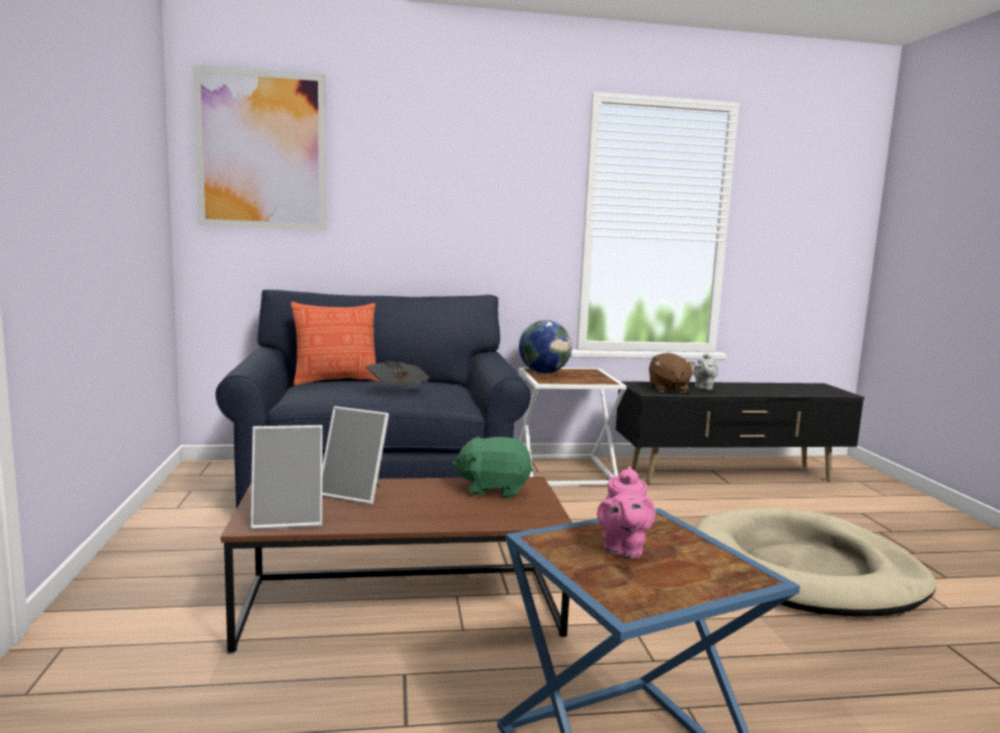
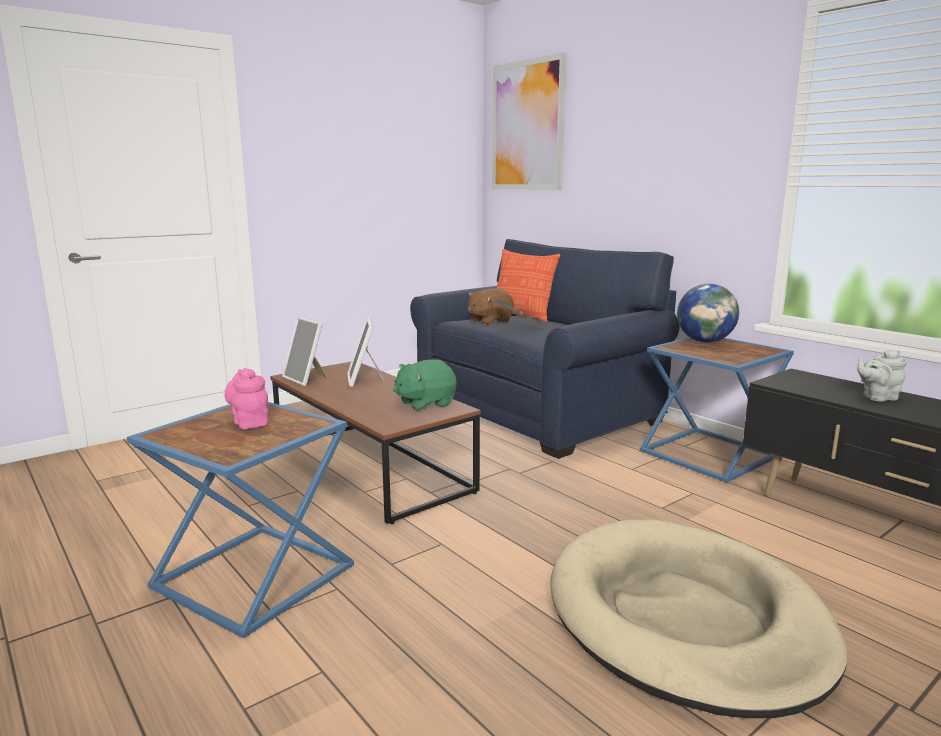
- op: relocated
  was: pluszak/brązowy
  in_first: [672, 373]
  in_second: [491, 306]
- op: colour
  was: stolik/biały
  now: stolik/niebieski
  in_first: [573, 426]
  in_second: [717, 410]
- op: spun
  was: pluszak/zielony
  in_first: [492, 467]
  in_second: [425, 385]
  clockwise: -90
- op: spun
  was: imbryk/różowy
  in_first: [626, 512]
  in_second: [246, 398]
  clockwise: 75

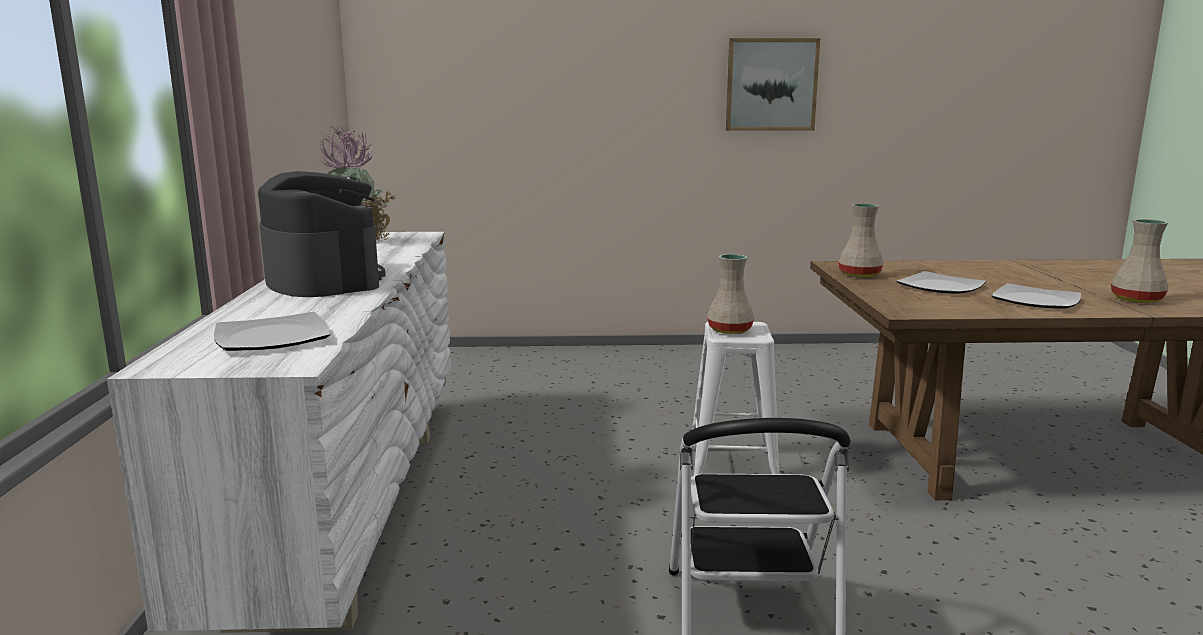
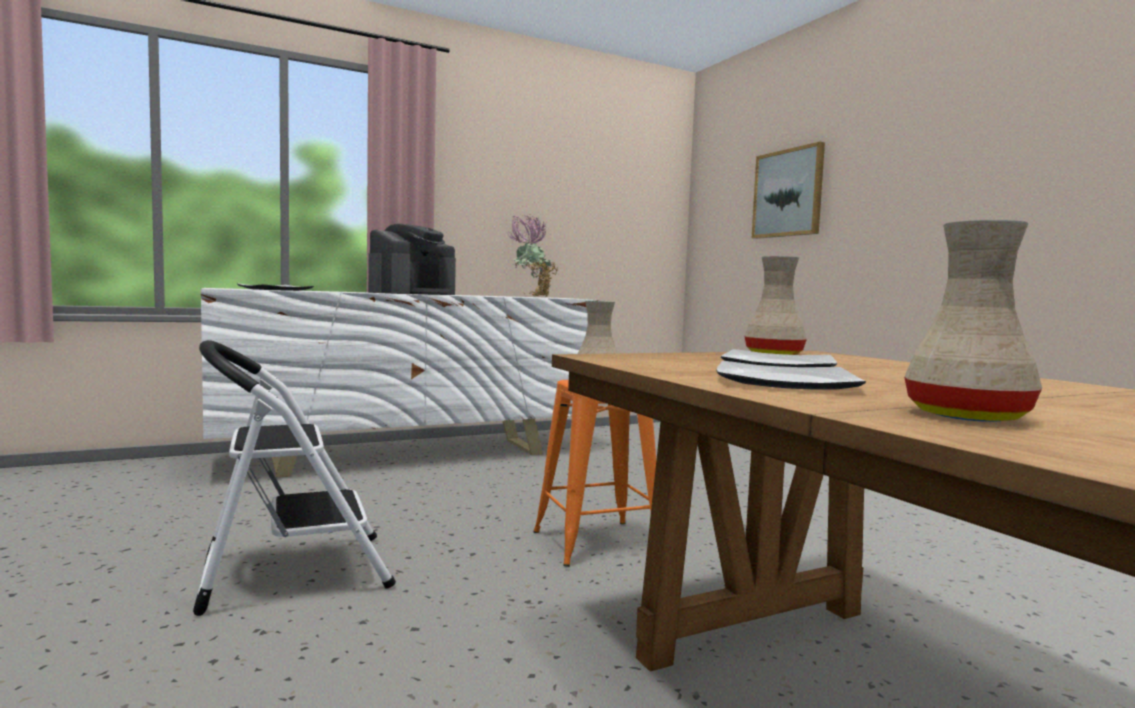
- op: relocated
  was: obraz
  in_first: [773, 84]
  in_second: [788, 190]
- op: colour
  was: stołek/biały
  now: stołek/pomarańczowy
  in_first: [734, 398]
  in_second: [594, 473]

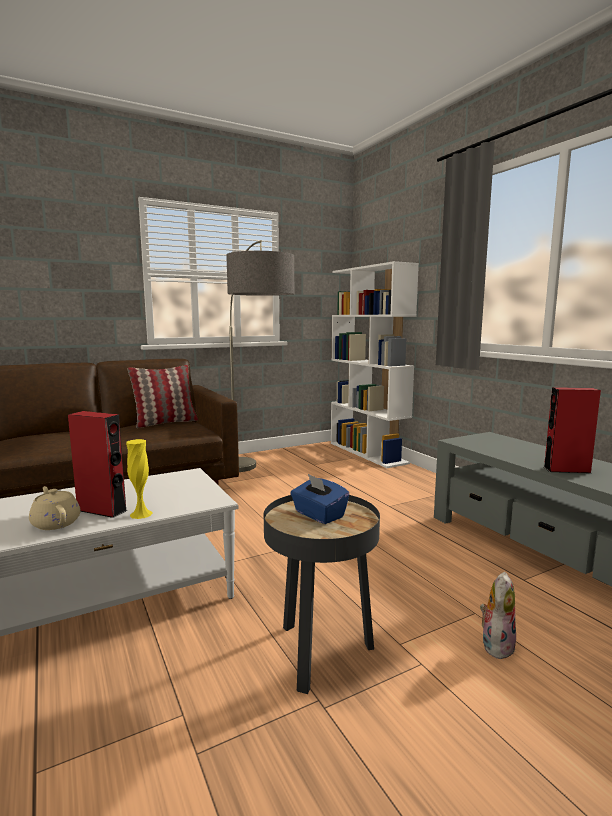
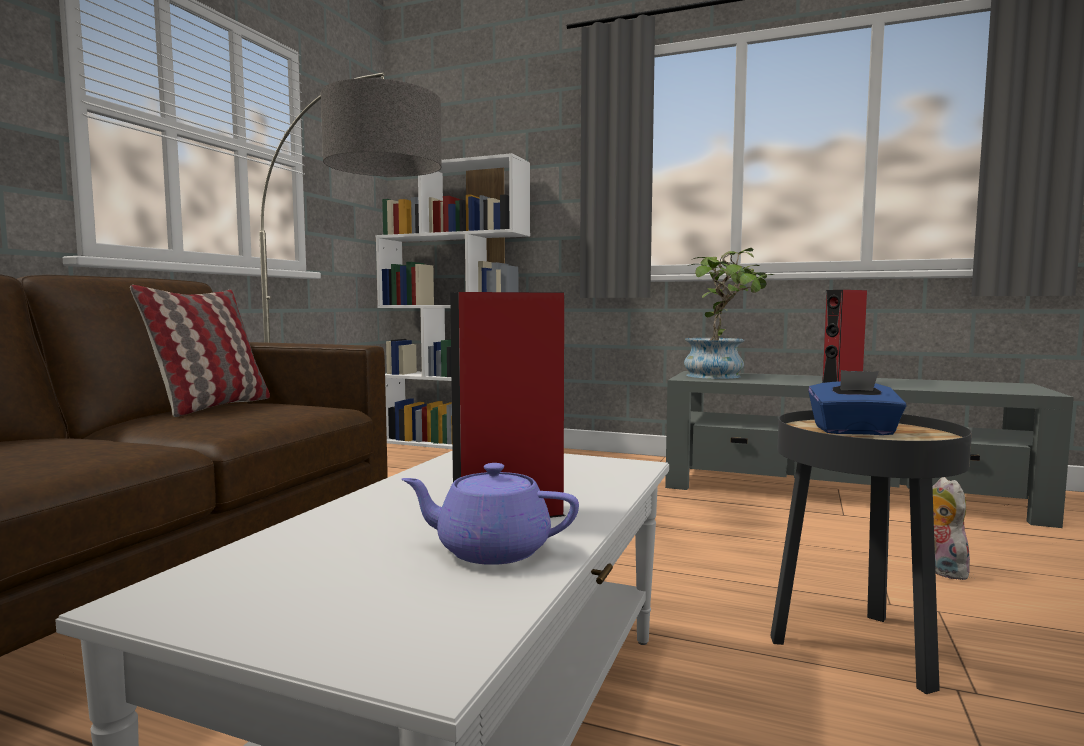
- op: missing
  was: wazon/żółty
  in_first: [139, 479]
- op: appeared
  now: roślina doniczkowa
  in_second: [729, 313]
- op: colour
  was: imbryk/beżowy
  now: imbryk/fioletowy
  in_first: [55, 508]
  in_second: [490, 514]

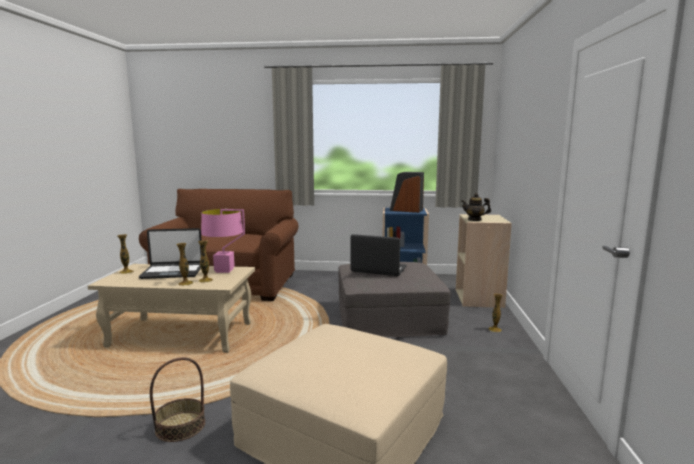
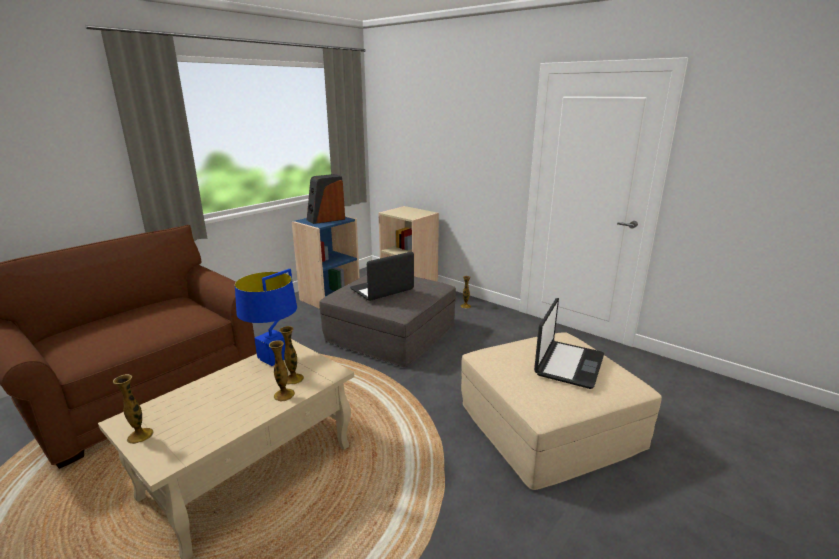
- op: missing
  was: koszyk
  in_first: [177, 399]
- op: missing
  was: imbryk
  in_first: [476, 207]
- op: relocated
  was: laptop
  in_first: [170, 253]
  in_second: [569, 343]
- op: colour
  was: lampa stołowa/różowy
  now: lampa stołowa/niebieski
  in_first: [223, 241]
  in_second: [266, 317]

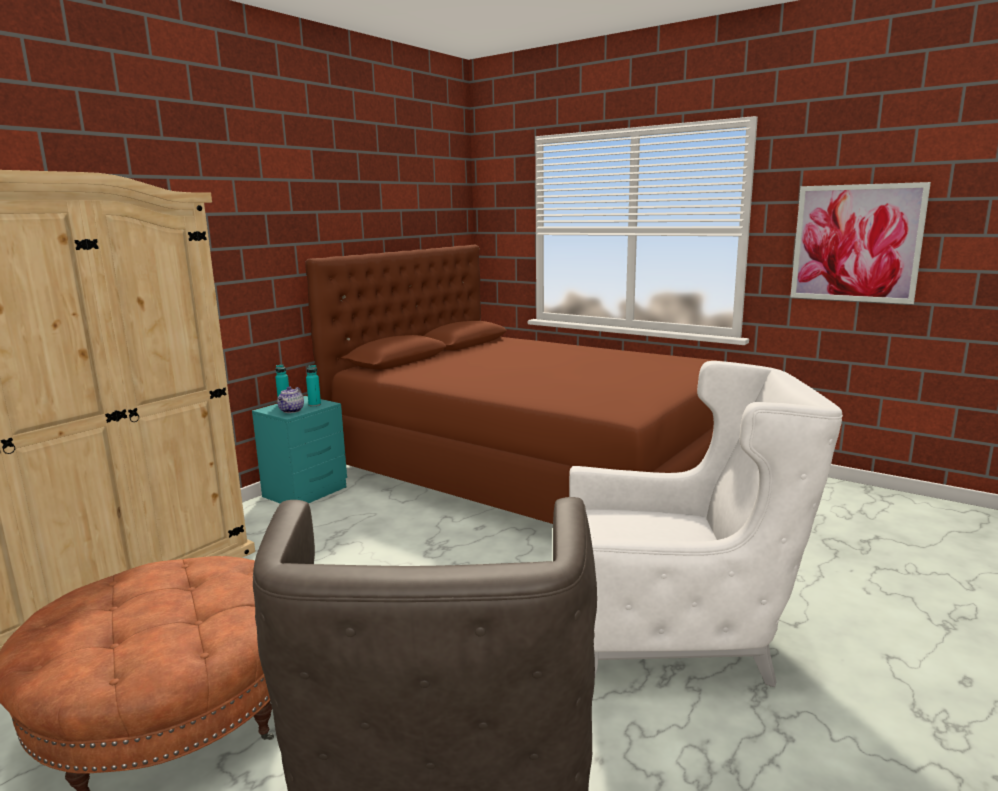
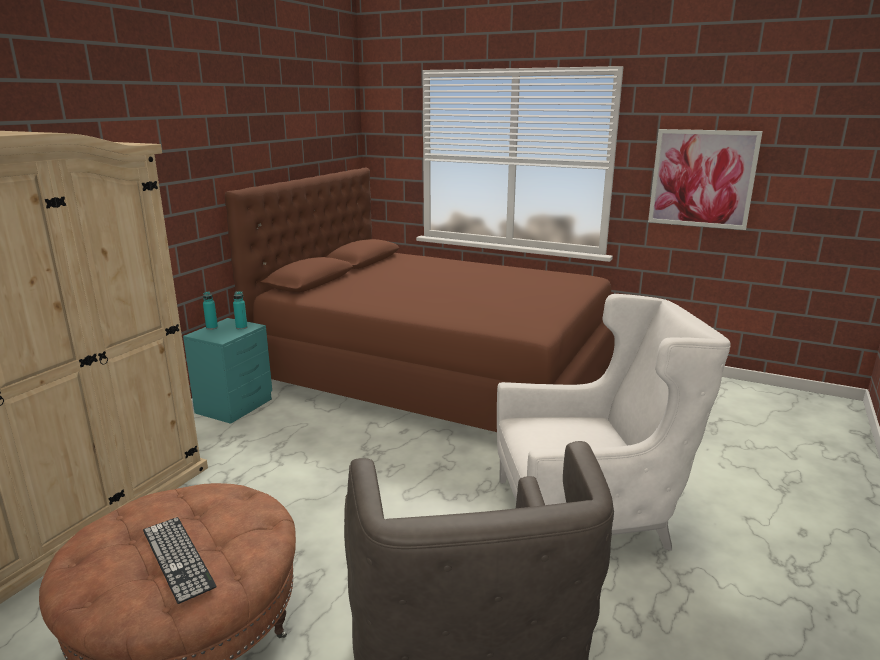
- op: missing
  was: imbryk
  in_first: [290, 400]
- op: appeared
  now: klawiatura
  in_second: [180, 560]

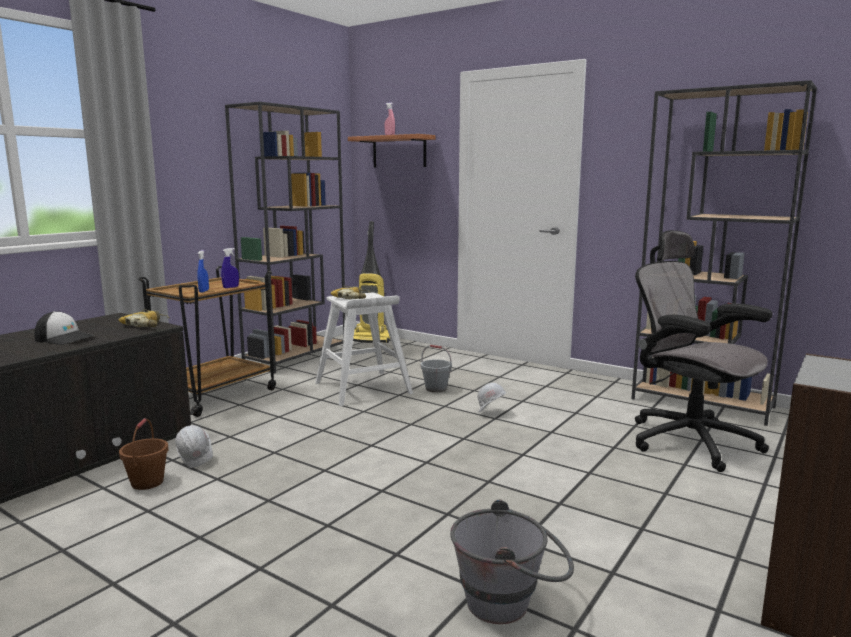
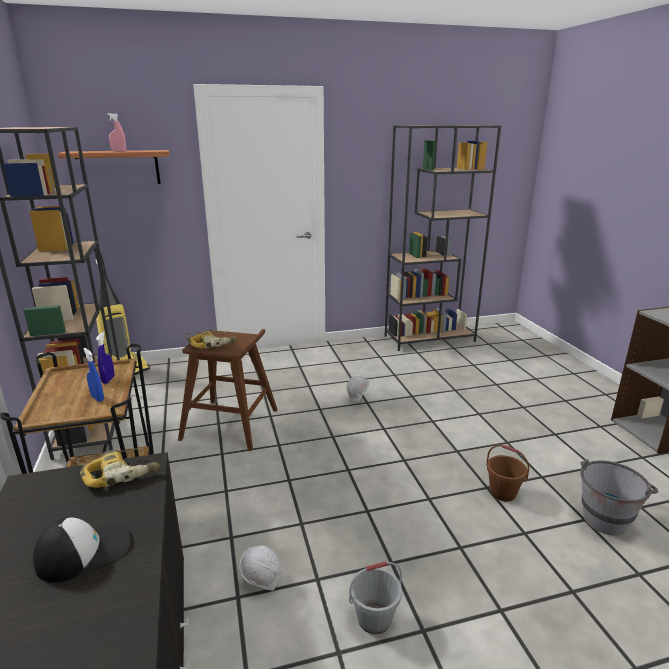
- op: missing
  was: krzesło biurowe
  in_first: [703, 351]
- op: relocated
  was: wiadro/brązowy
  in_first: [144, 454]
  in_second: [507, 473]
- op: relocated
  was: wiadro/szary
  in_first: [436, 369]
  in_second: [375, 597]
- op: colour
  was: stołek/biały
  now: stołek/brązowy
  in_first: [364, 349]
  in_second: [228, 390]

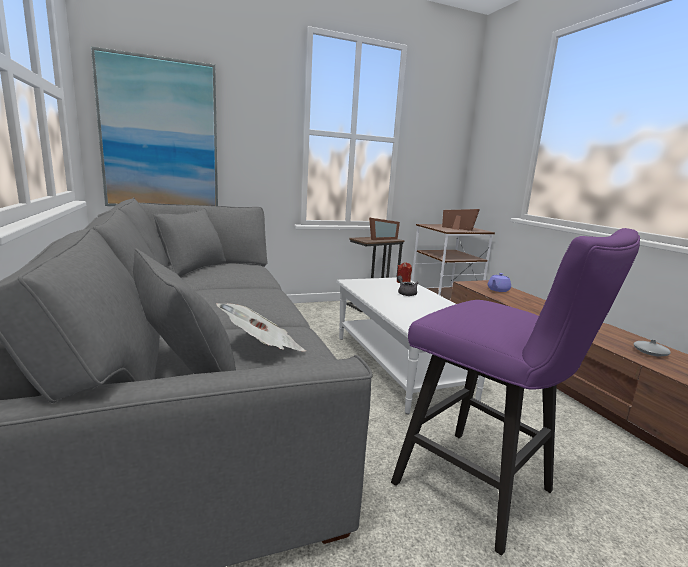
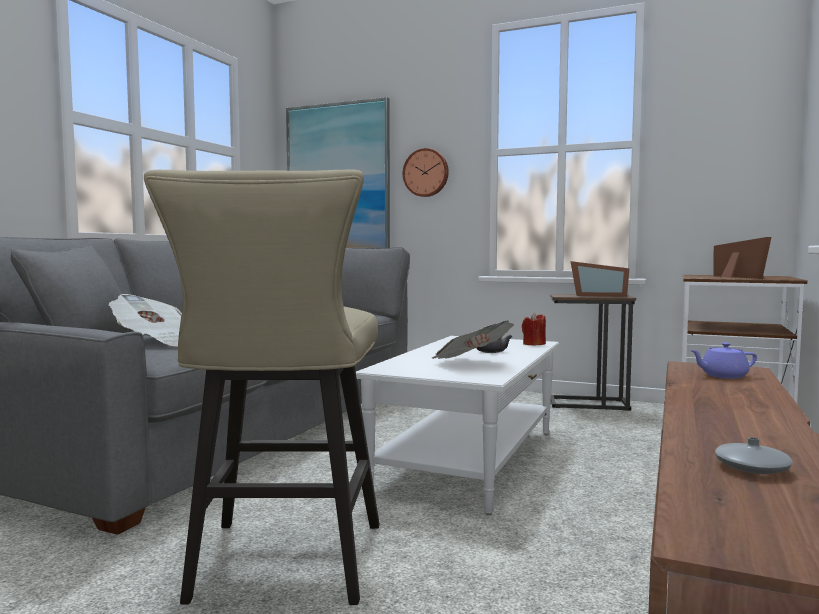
- op: appeared
  now: zegar ścienny
  in_second: [426, 172]
- op: appeared
  now: gazeta
  in_second: [473, 339]
- op: colour
  was: stołek/fioletowy
  now: stołek/beżowy
  in_first: [515, 391]
  in_second: [262, 387]

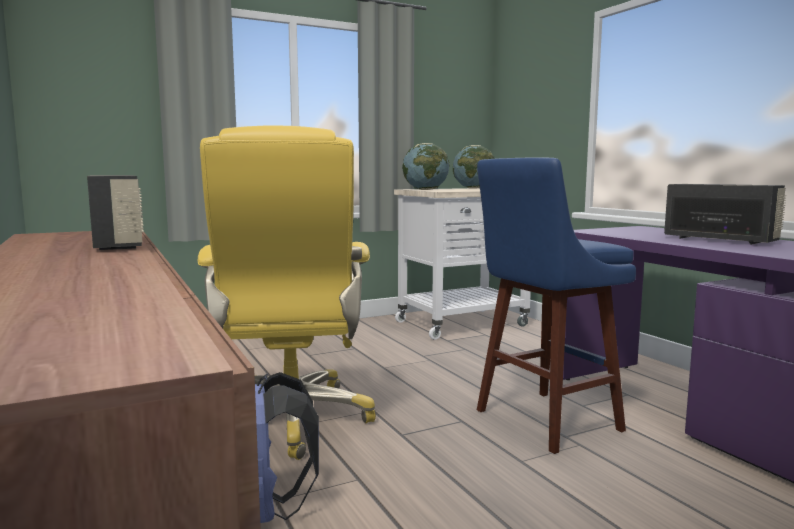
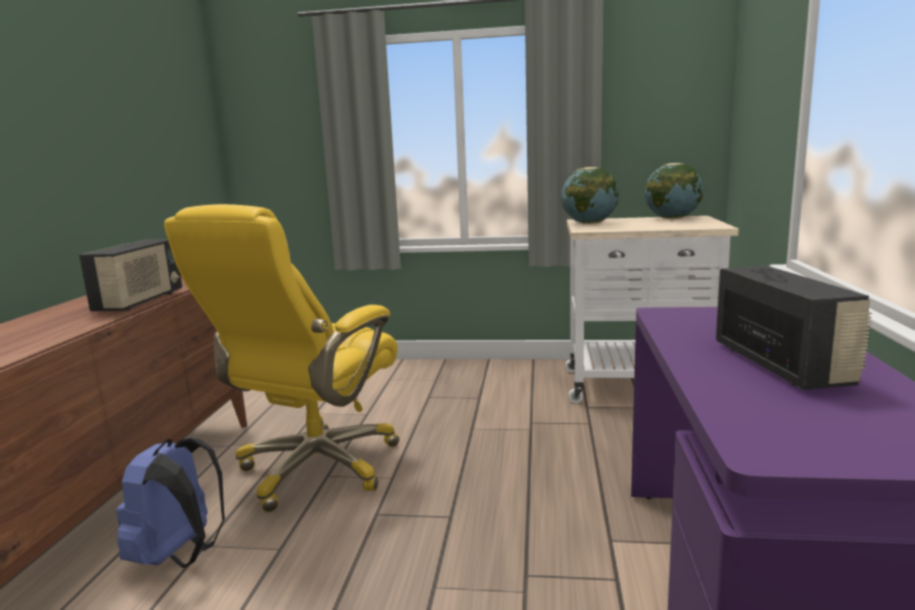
- op: missing
  was: stołek/niebieski
  in_first: [556, 305]

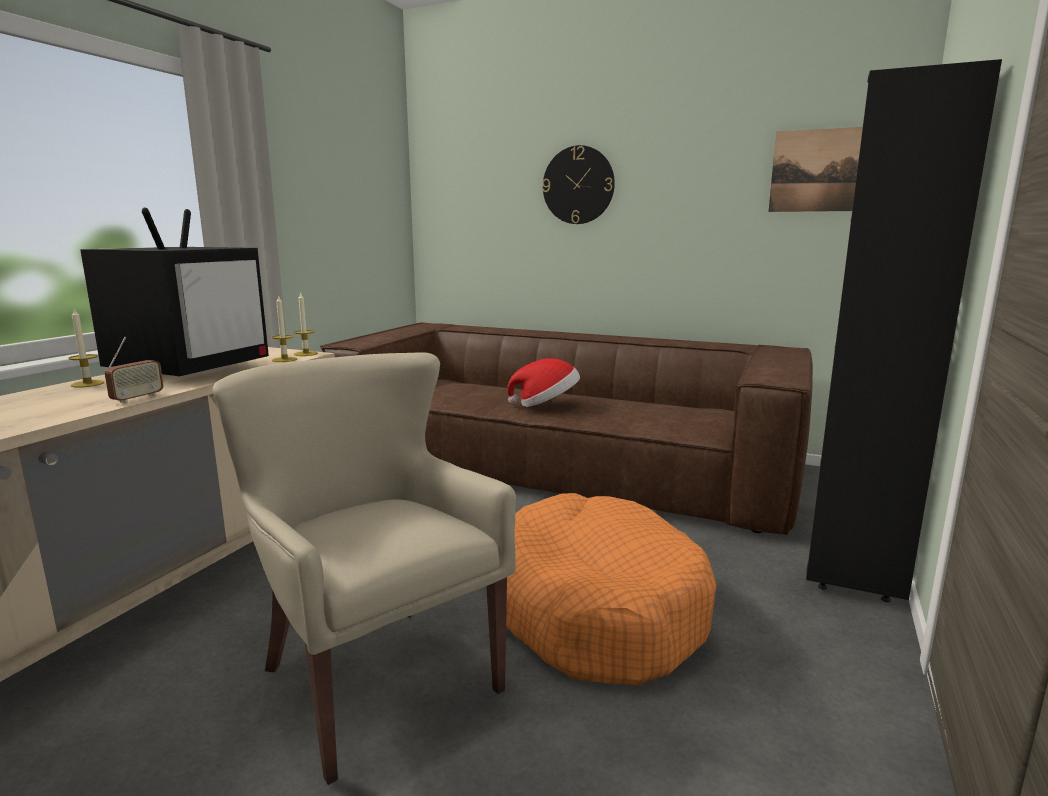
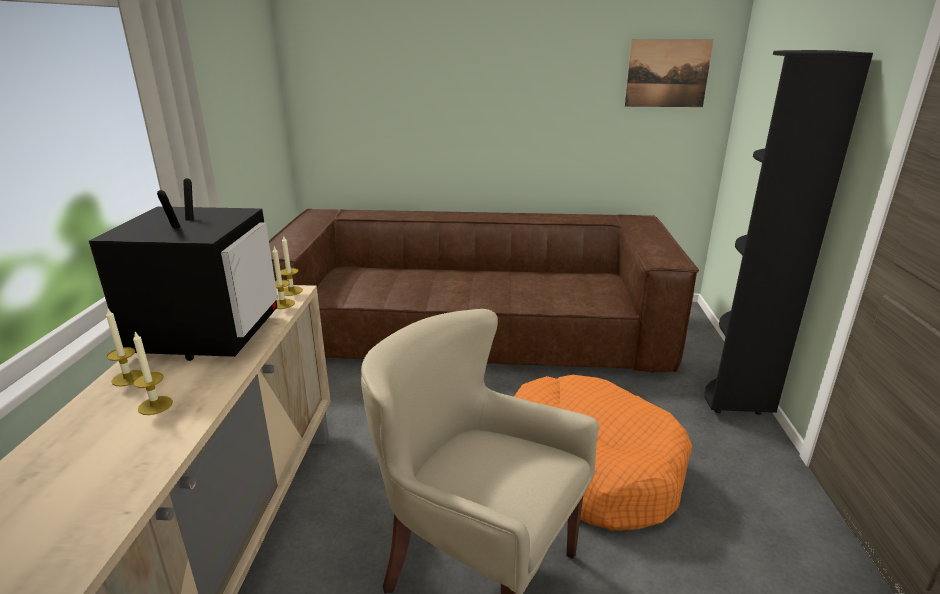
- op: missing
  was: radio
  in_first: [134, 370]
- op: missing
  was: kapelusz
  in_first: [543, 382]
- op: missing
  was: zegar ścienny
  in_first: [578, 184]
- op: appeared
  now: świeca
  in_second: [153, 373]

